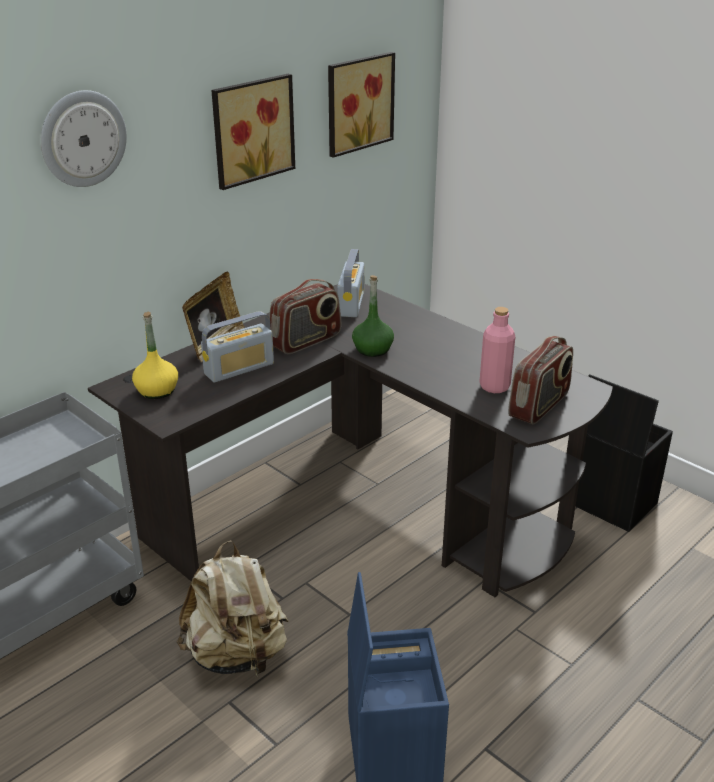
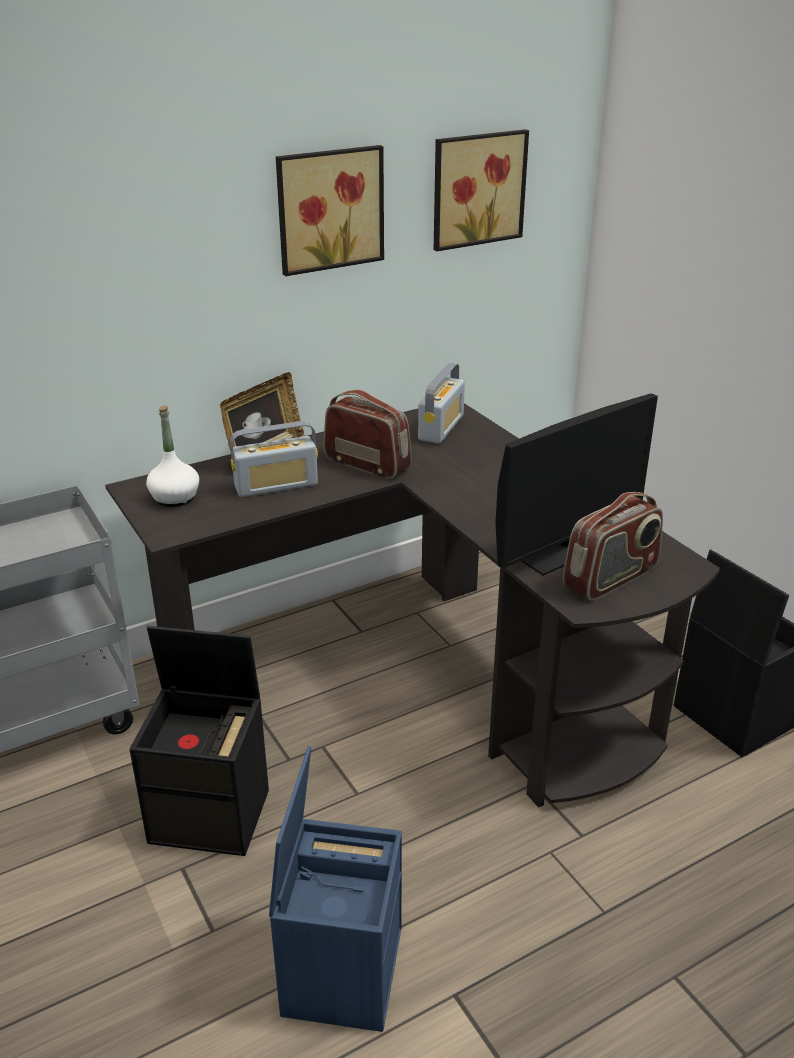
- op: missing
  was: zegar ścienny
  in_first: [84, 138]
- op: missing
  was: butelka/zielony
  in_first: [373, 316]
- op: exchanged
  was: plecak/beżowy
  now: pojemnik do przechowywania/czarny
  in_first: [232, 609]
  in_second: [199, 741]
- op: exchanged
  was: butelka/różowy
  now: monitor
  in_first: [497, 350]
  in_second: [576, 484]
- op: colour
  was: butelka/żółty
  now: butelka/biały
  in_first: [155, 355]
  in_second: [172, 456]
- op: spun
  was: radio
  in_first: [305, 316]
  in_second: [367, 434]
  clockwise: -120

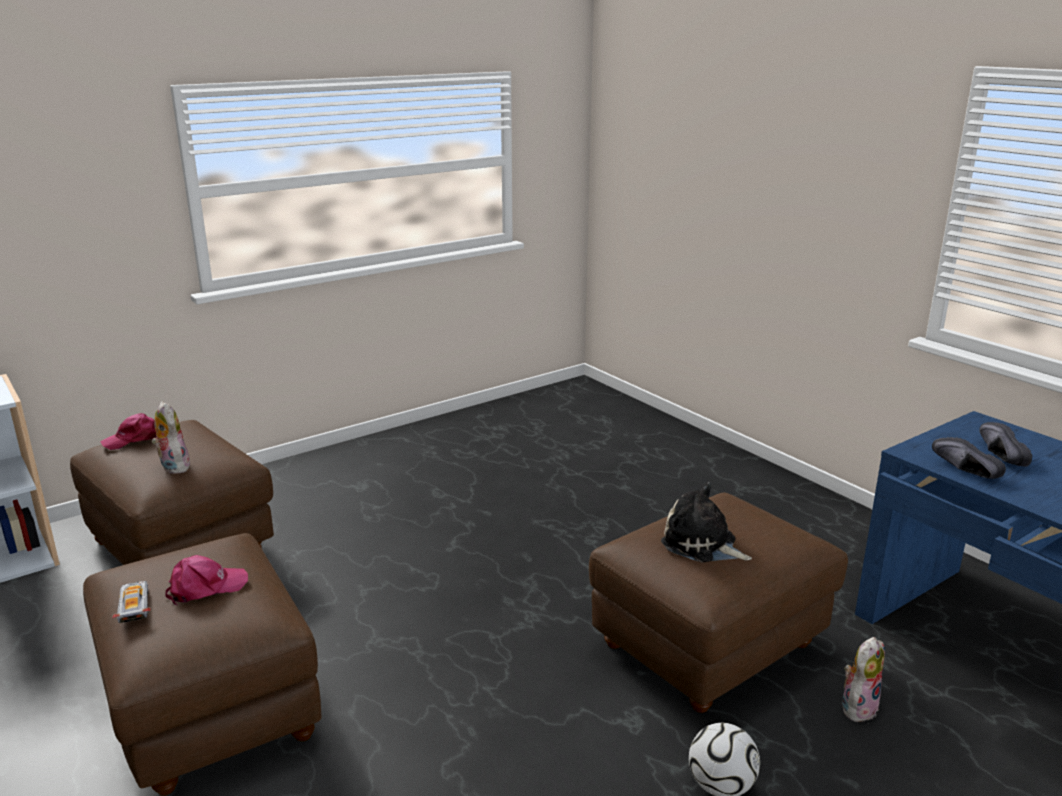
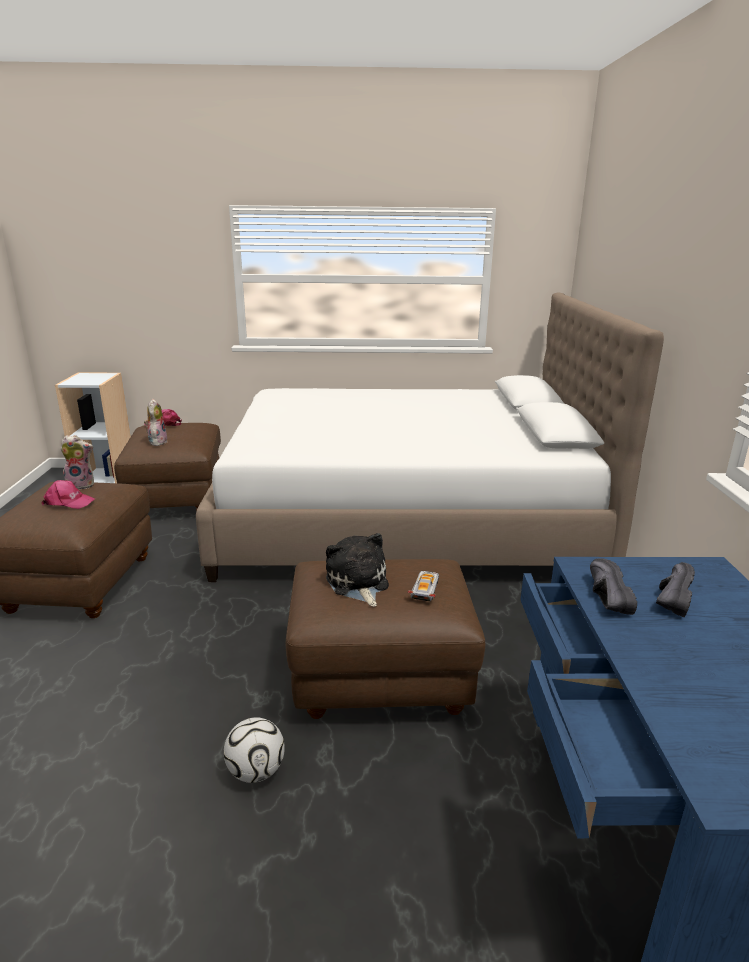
- op: appeared
  now: łóżko/biały
  in_second: [430, 437]
- op: relocated
  was: samochodzik
  in_first: [131, 602]
  in_second: [423, 586]
- op: relocated
  was: pluszak
  in_first: [863, 679]
  in_second: [77, 462]

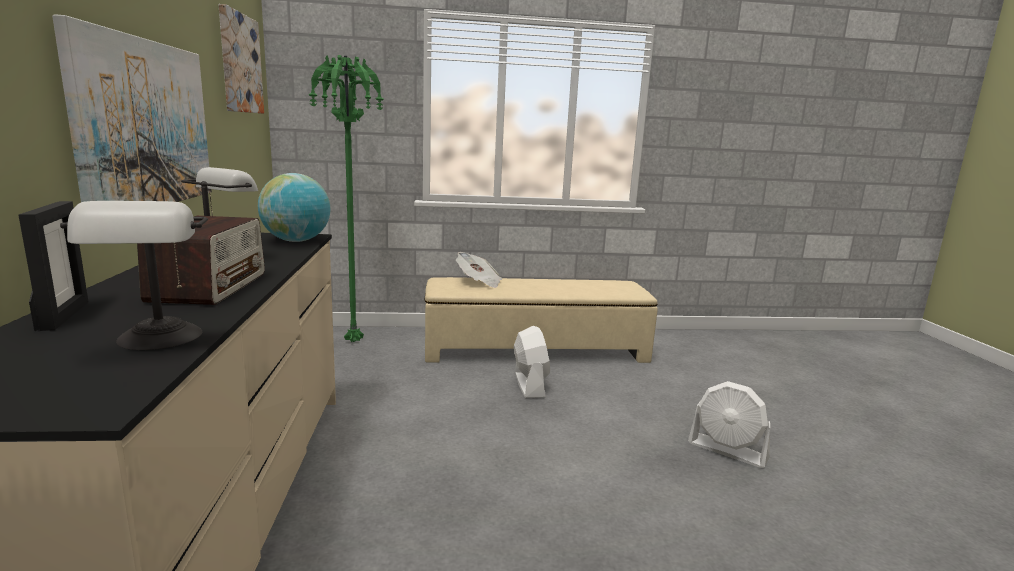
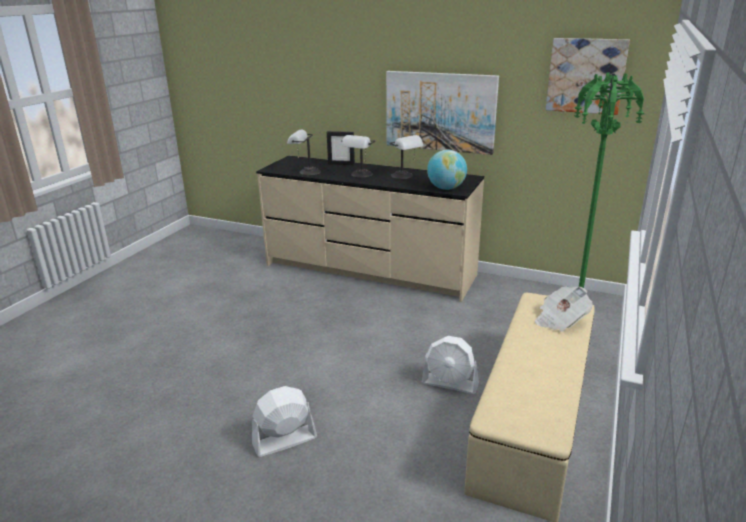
- op: exchanged
  was: radio
  now: lampa stołowa
  in_first: [201, 260]
  in_second: [358, 156]

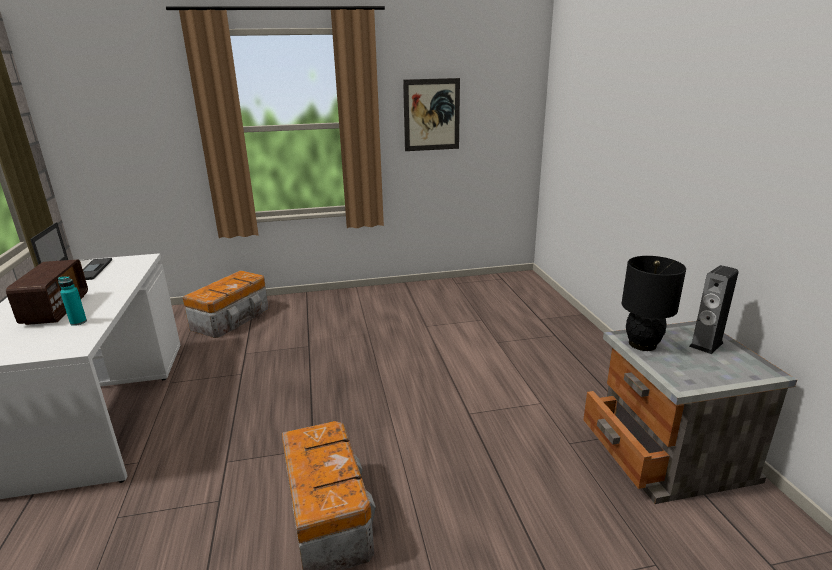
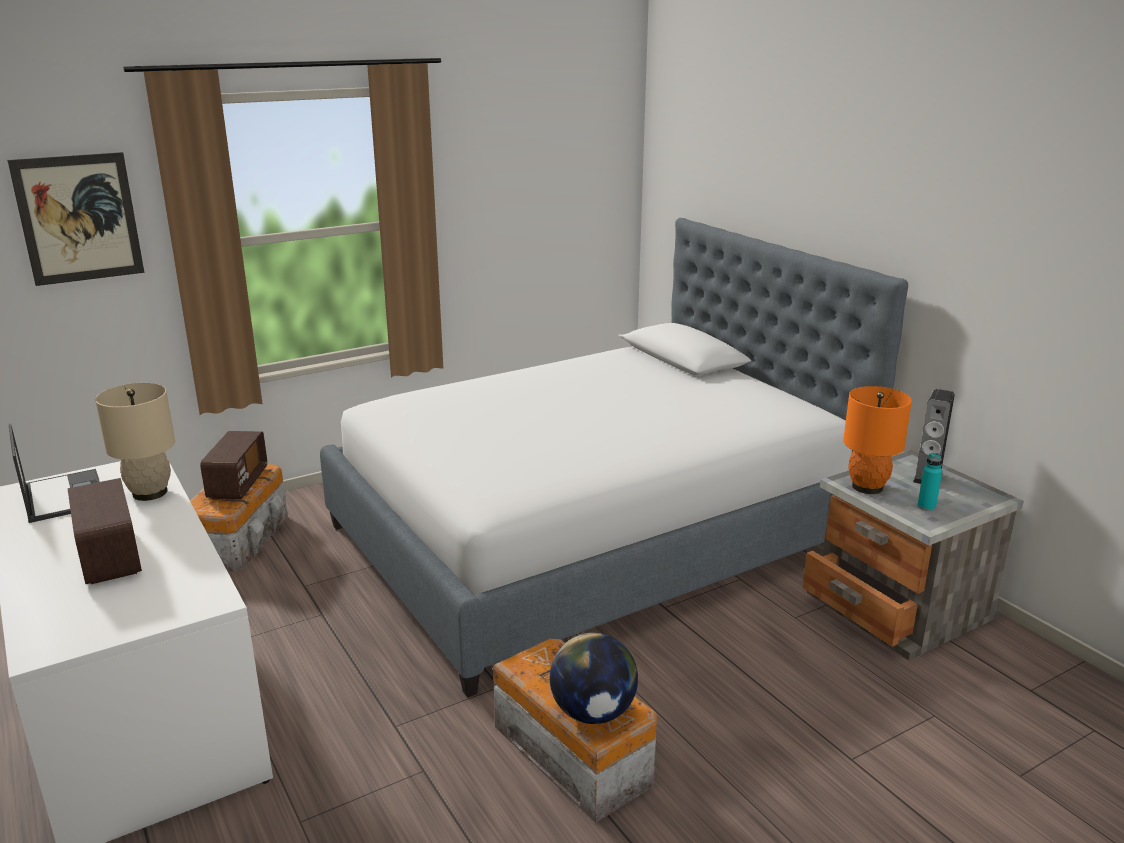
- op: appeared
  now: lampa stołowa/beżowy
  in_second: [135, 442]
- op: appeared
  now: radio
  in_second: [233, 465]
- op: appeared
  now: łóżko
  in_second: [614, 458]
- op: appeared
  now: globus
  in_second: [594, 678]
- op: relocated
  was: butelka/turkusowy
  in_first: [72, 301]
  in_second: [929, 482]
- op: relocated
  was: obraz
  in_first: [431, 114]
  in_second: [75, 219]
- op: colour
  was: lampa stołowa/czarny
  now: lampa stołowa/pomarańczowy
  in_first: [654, 303]
  in_second: [877, 440]

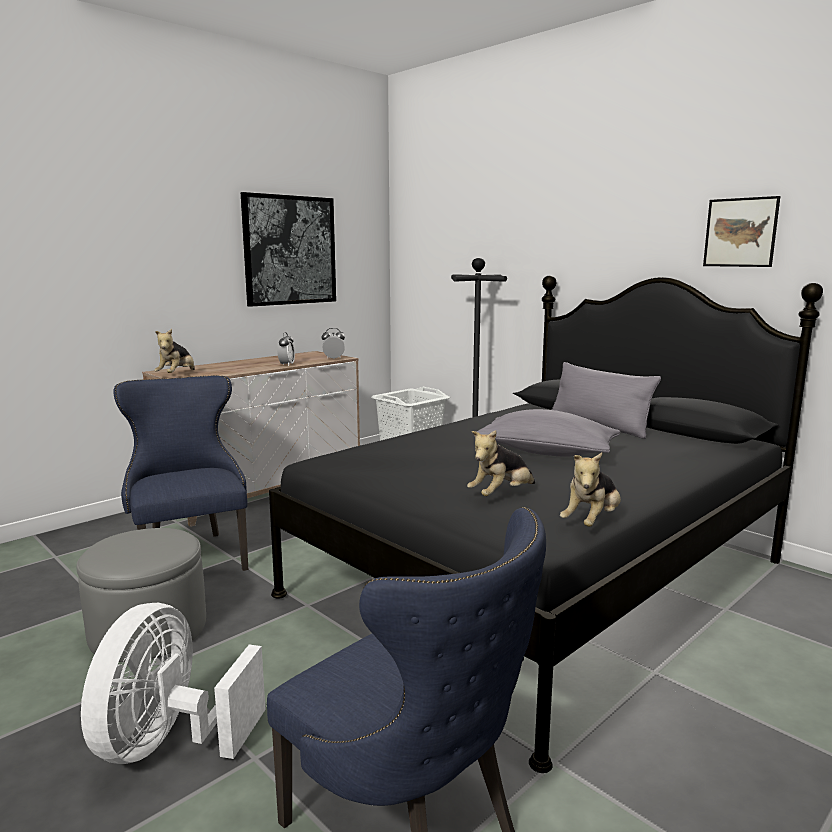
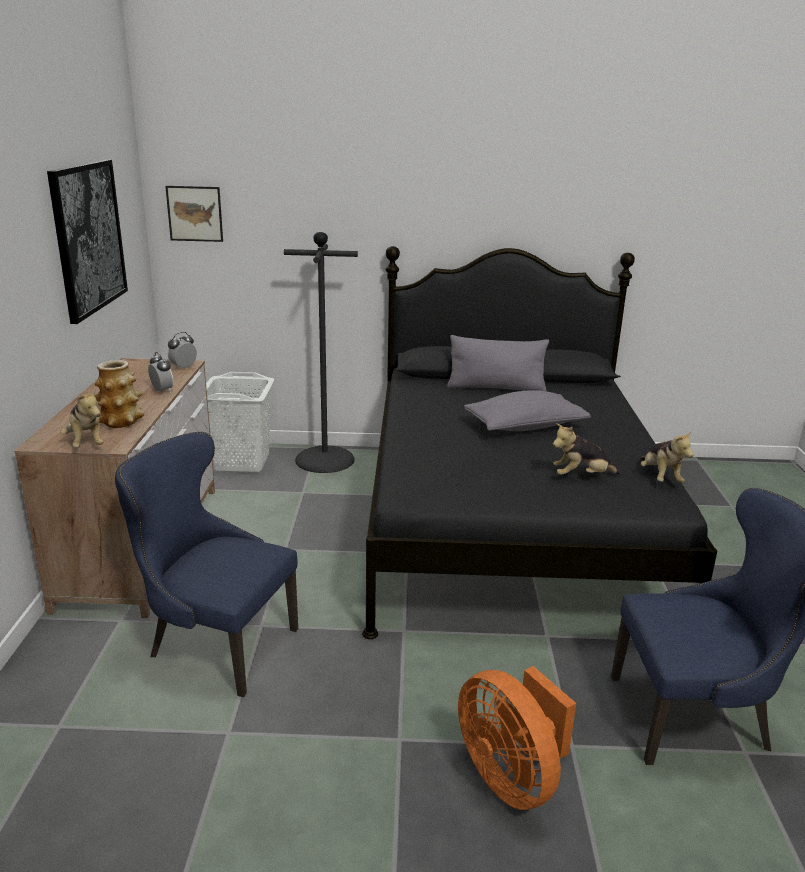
- op: missing
  was: pufa/szary
  in_first: [141, 595]
- op: appeared
  now: wazon
  in_second: [120, 394]
- op: relocated
  was: obraz
  in_first: [741, 231]
  in_second: [194, 214]
- op: colour
  was: wentylator/biały
  now: wentylator/pomarańczowy
  in_first: [173, 683]
  in_second: [517, 738]
- op: spun
  was: pluszak
  in_first: [501, 463]
  in_second: [587, 449]
  clockwise: 75

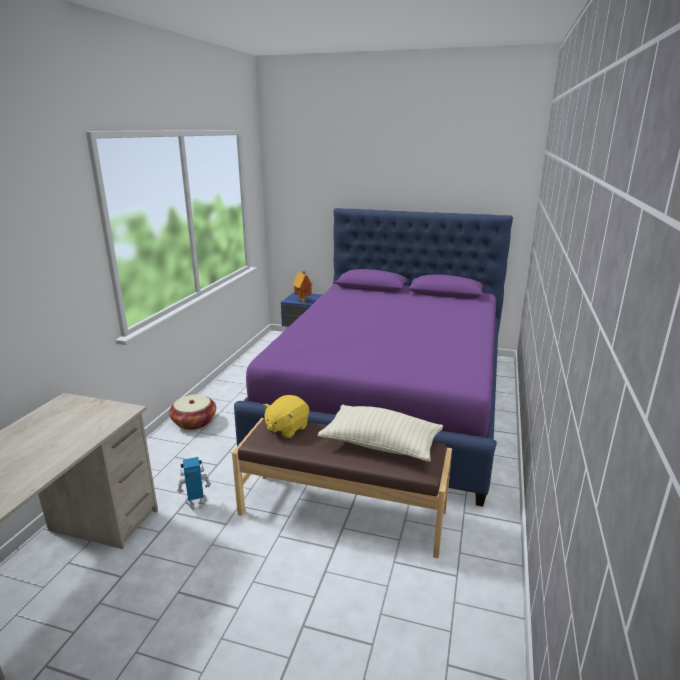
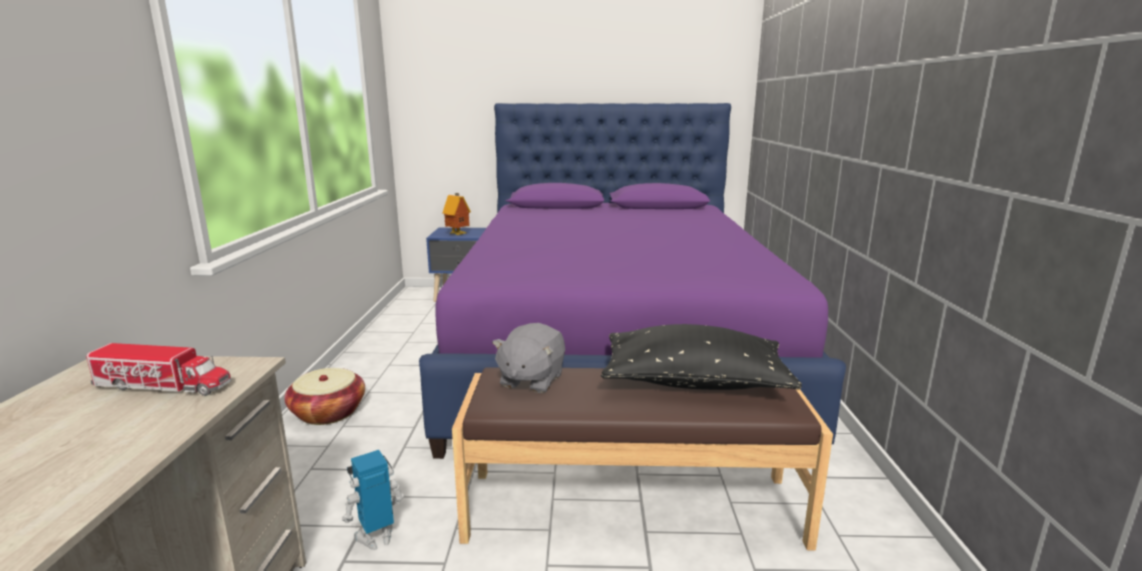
- op: appeared
  now: ciężarówka zabawkowa
  in_second: [158, 369]
- op: colour
  was: pluszak/żółty
  now: pluszak/szary
  in_first: [286, 416]
  in_second: [528, 358]
- op: colour
  was: poduszka/beżowy
  now: poduszka/czarny
  in_first: [380, 433]
  in_second: [701, 357]

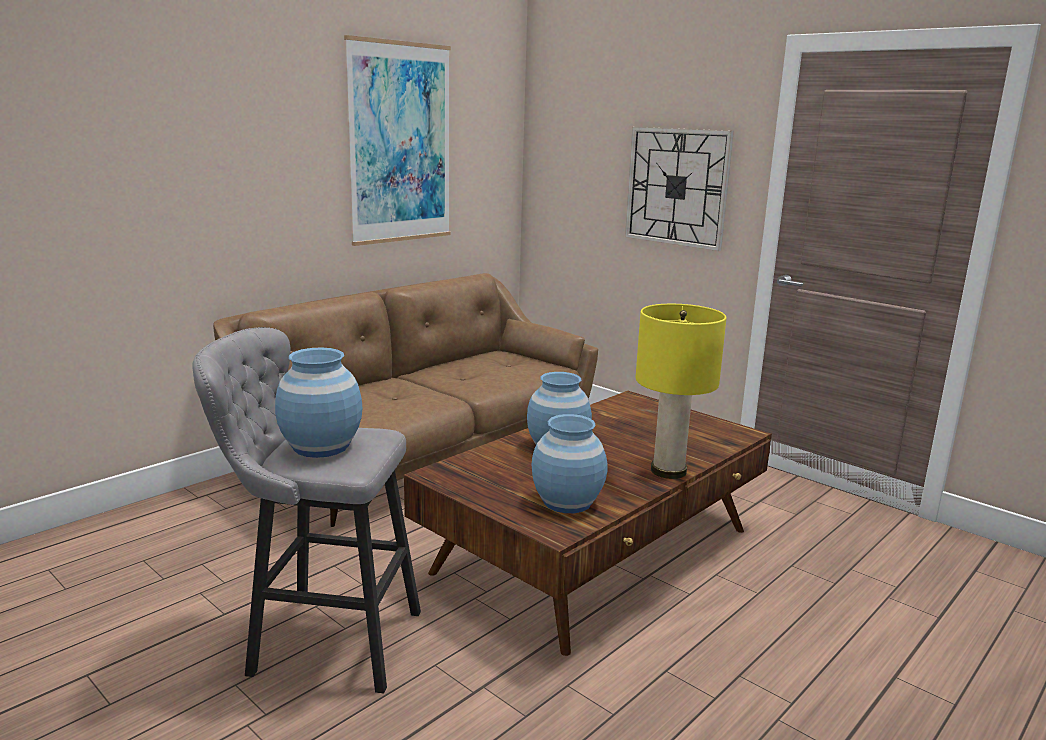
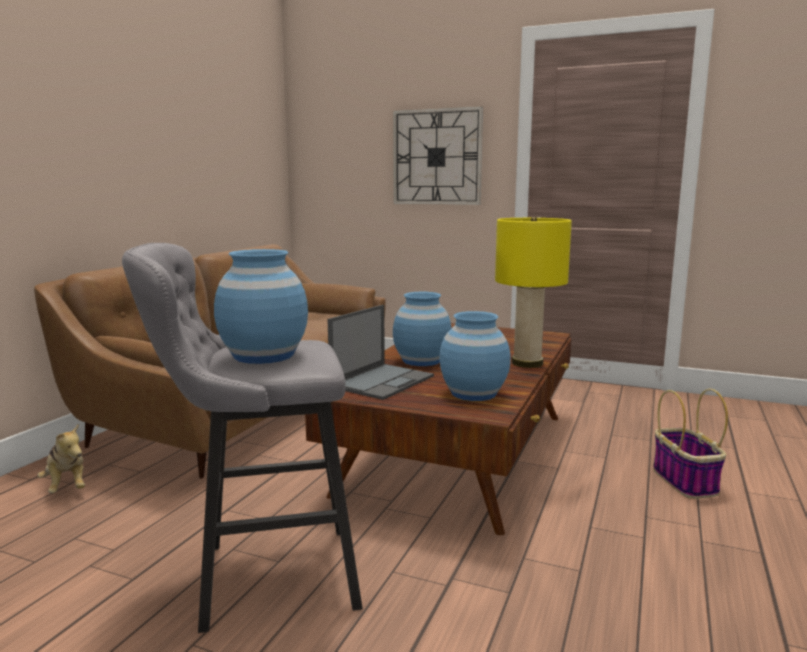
- op: missing
  was: obraz
  in_first: [397, 140]
- op: appeared
  now: pluszak
  in_second: [61, 458]
- op: appeared
  now: laptop
  in_second: [381, 352]
- op: appeared
  now: koszyk
  in_second: [690, 444]

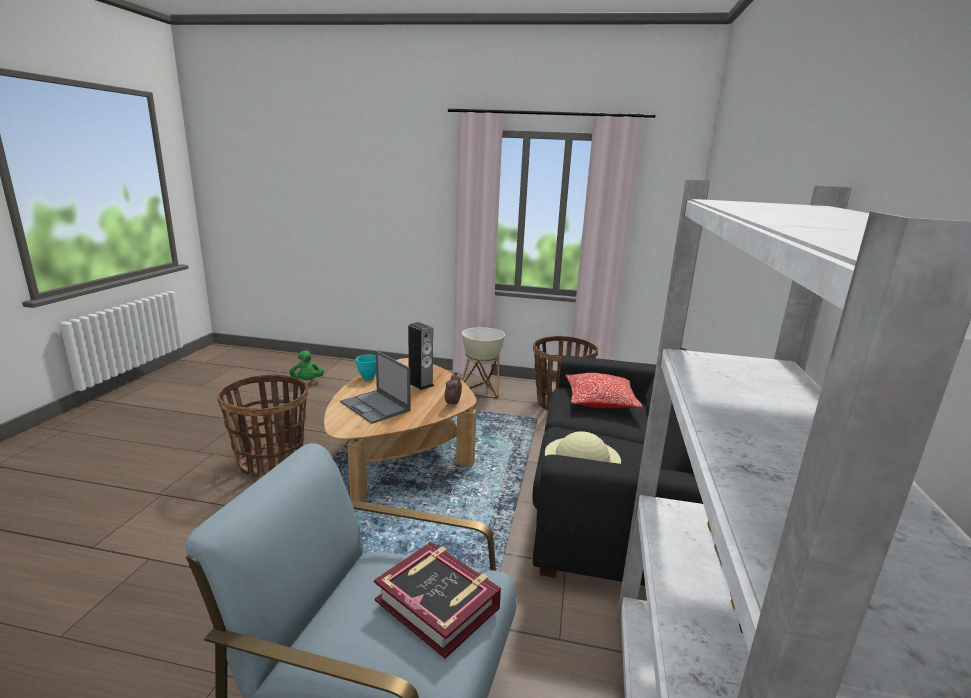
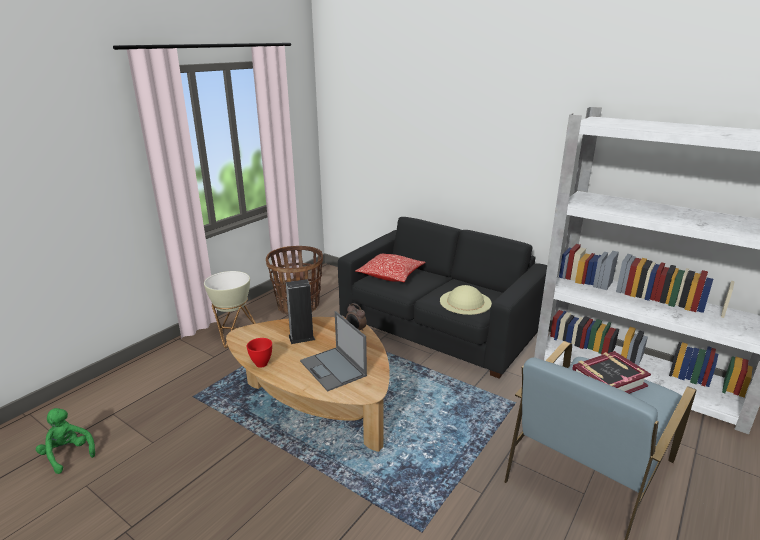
- op: missing
  was: koszyk
  in_first: [262, 426]
- op: colour
  was: miska/turkusowy
  now: miska/czerwony
  in_first: [366, 367]
  in_second: [259, 353]
- op: spun
  was: pluszak/zielony
  in_first: [306, 365]
  in_second: [65, 441]
  clockwise: -135
- op: spun
  was: laptop
  in_first: [375, 387]
  in_second: [333, 351]
  clockwise: 75

